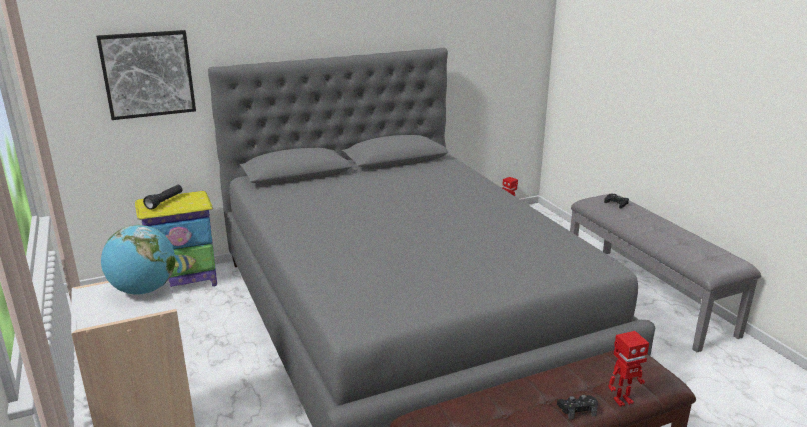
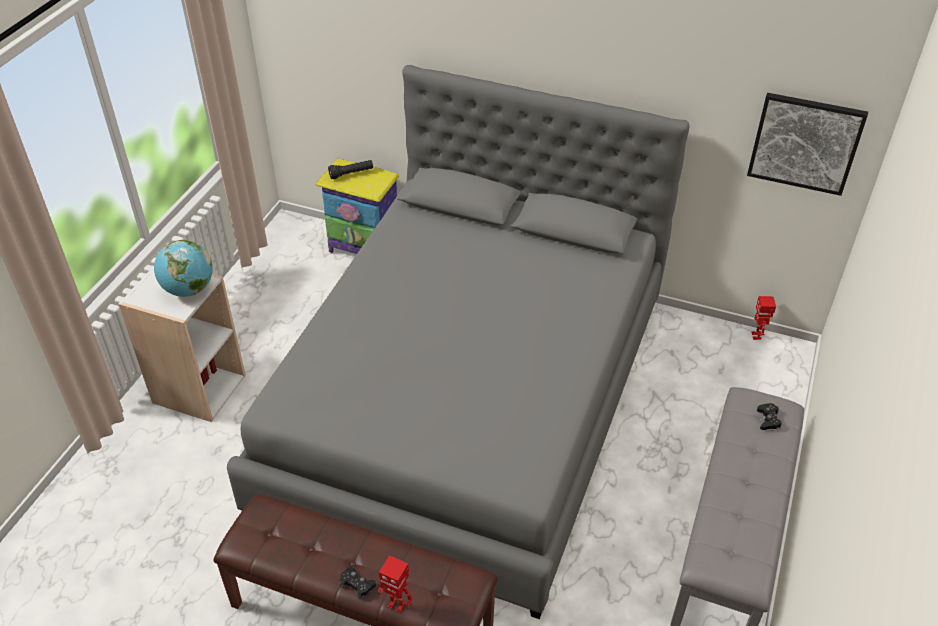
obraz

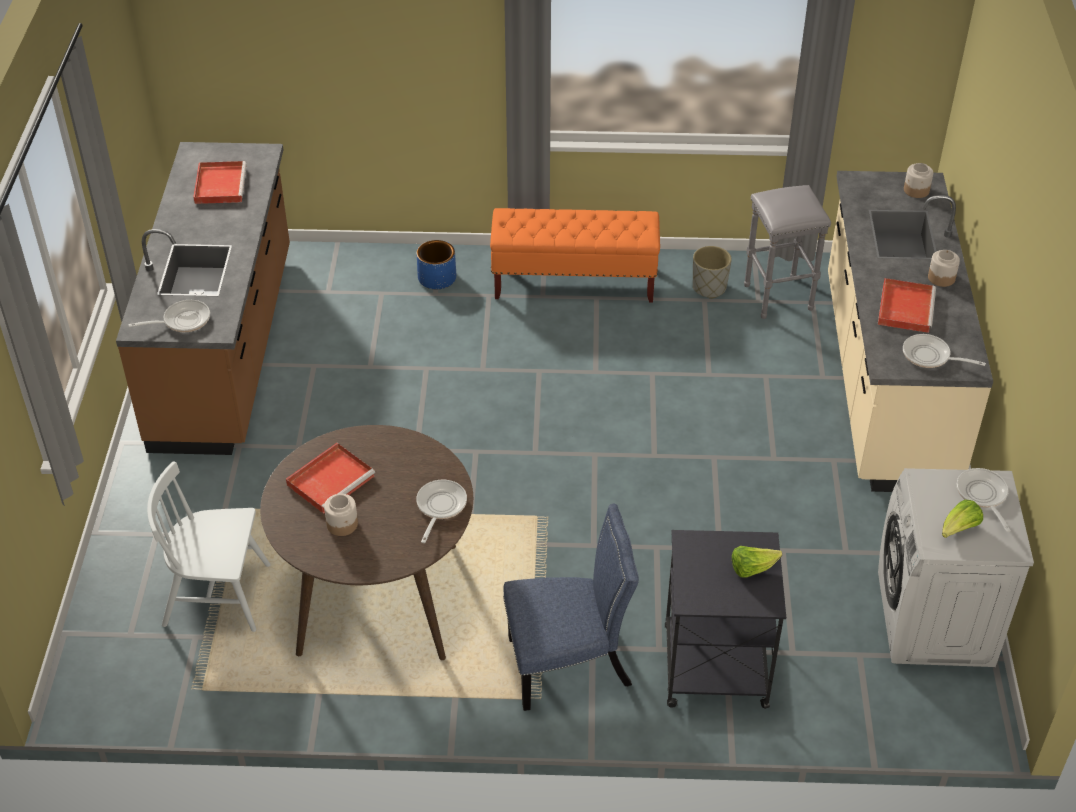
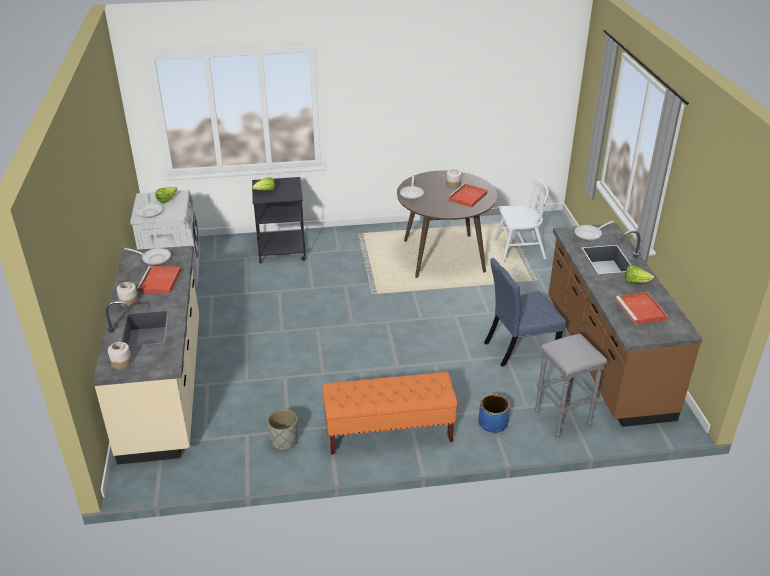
stołek [szary]; krzesło [niebieski]; sałata (no. 3 from left)

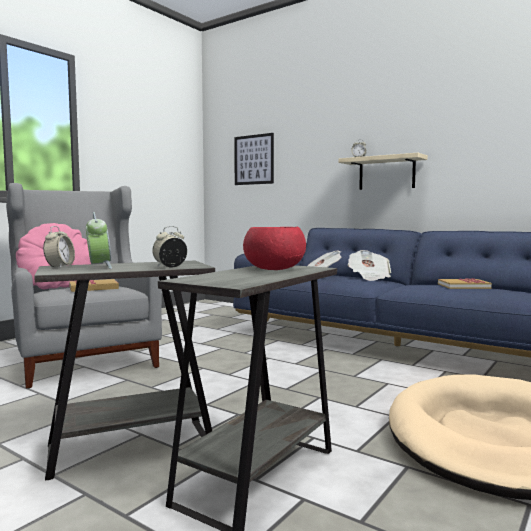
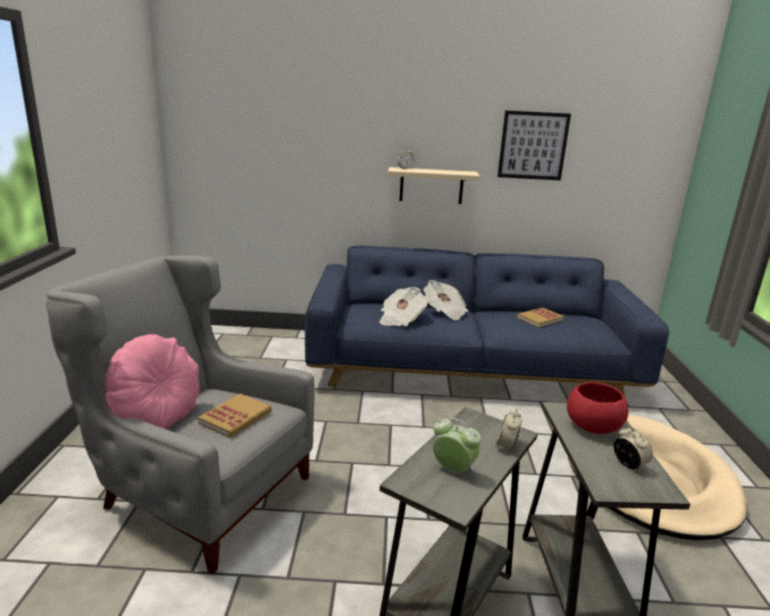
obraz; budzik (no. 4 from left)

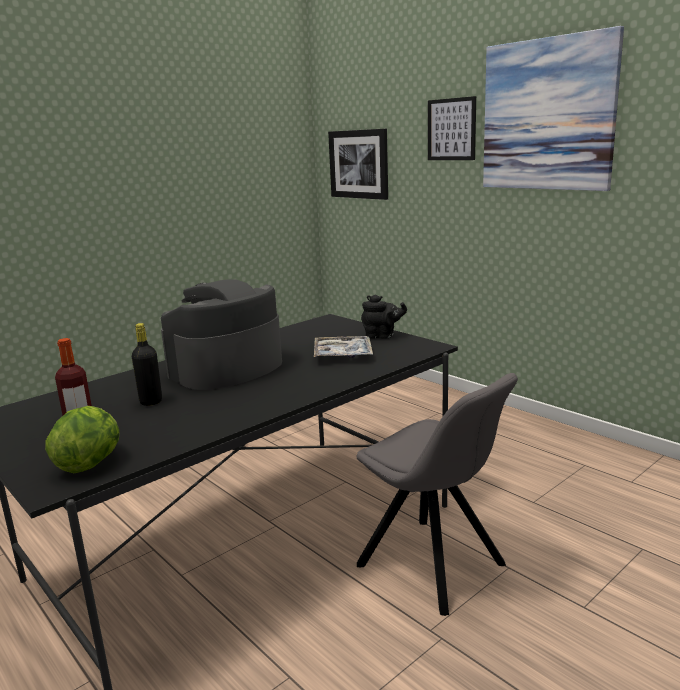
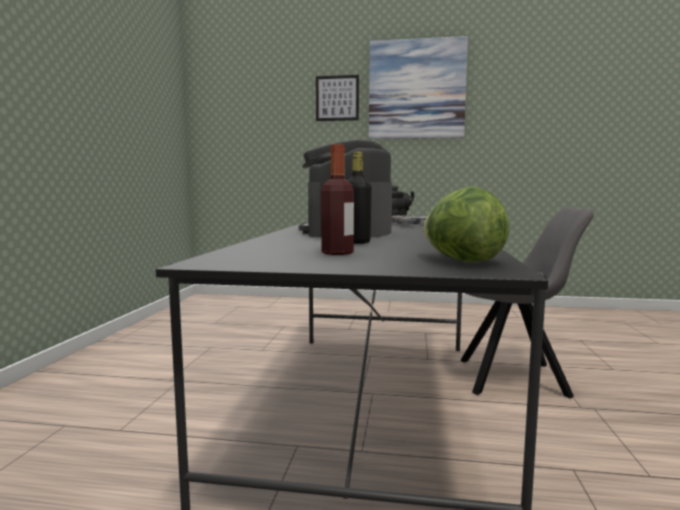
obraz (no. 1 from left in the first image)

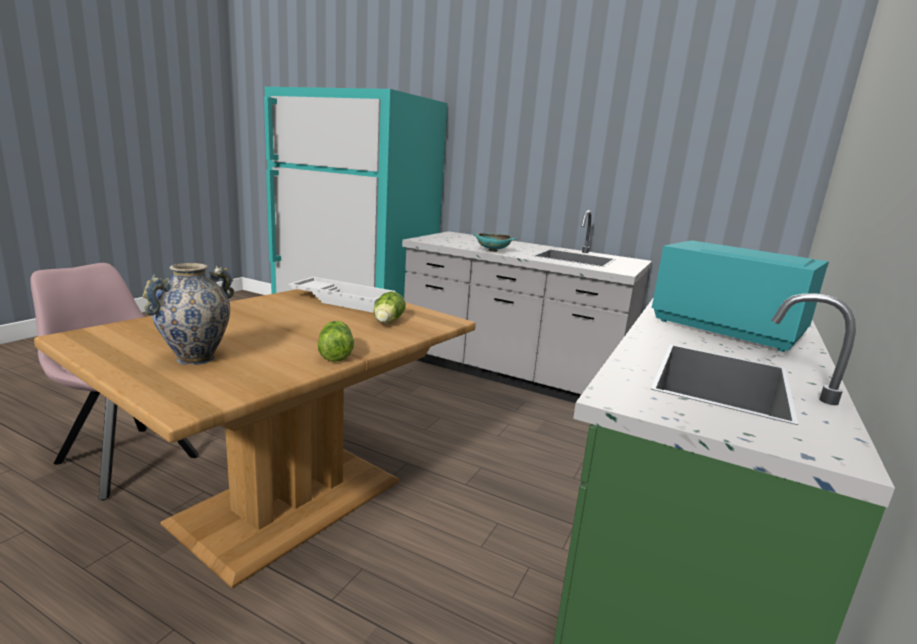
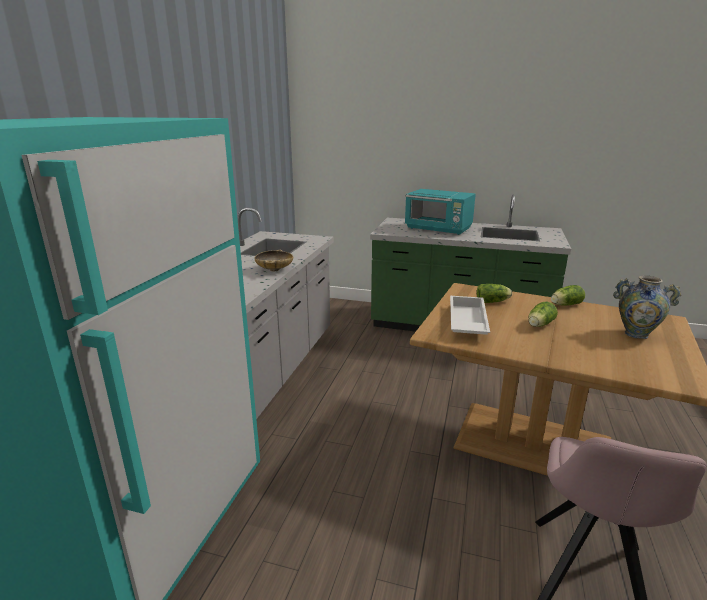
miska [beżowy]; mikrofalówka [turkusowy]; sałata (no. 2 from left)

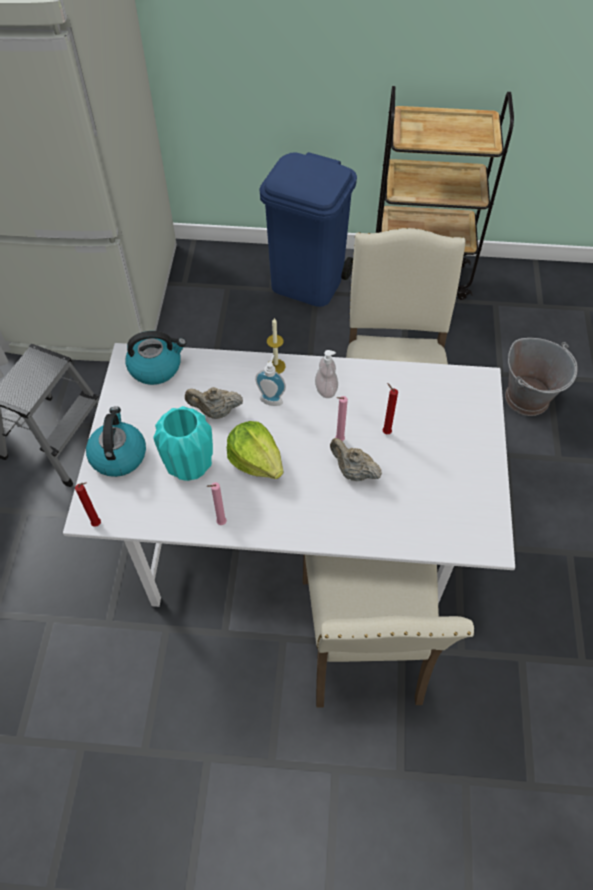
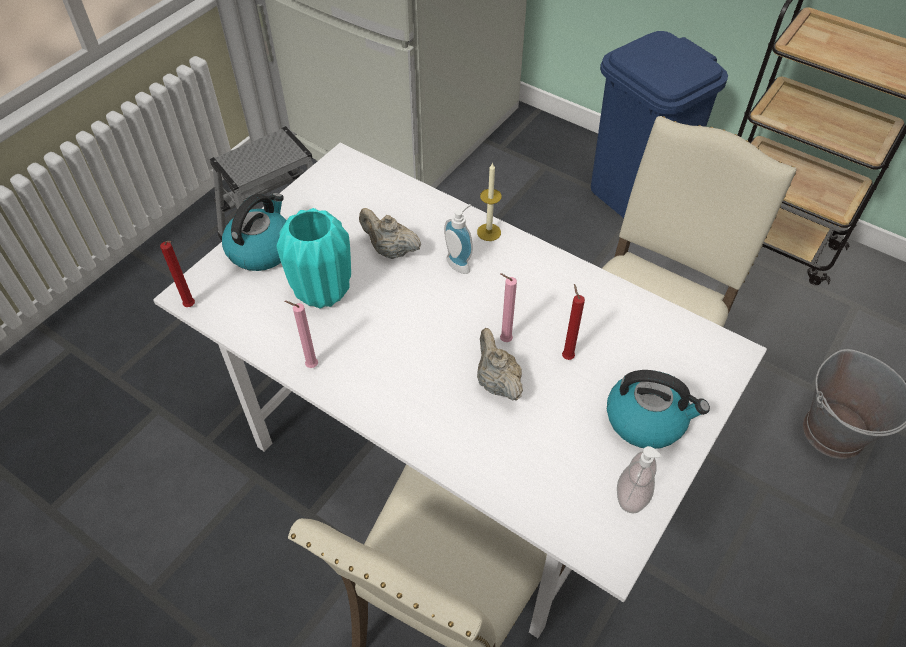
czajnik (no. 2 from left); dozownik mydła (no. 2 from left); sałata

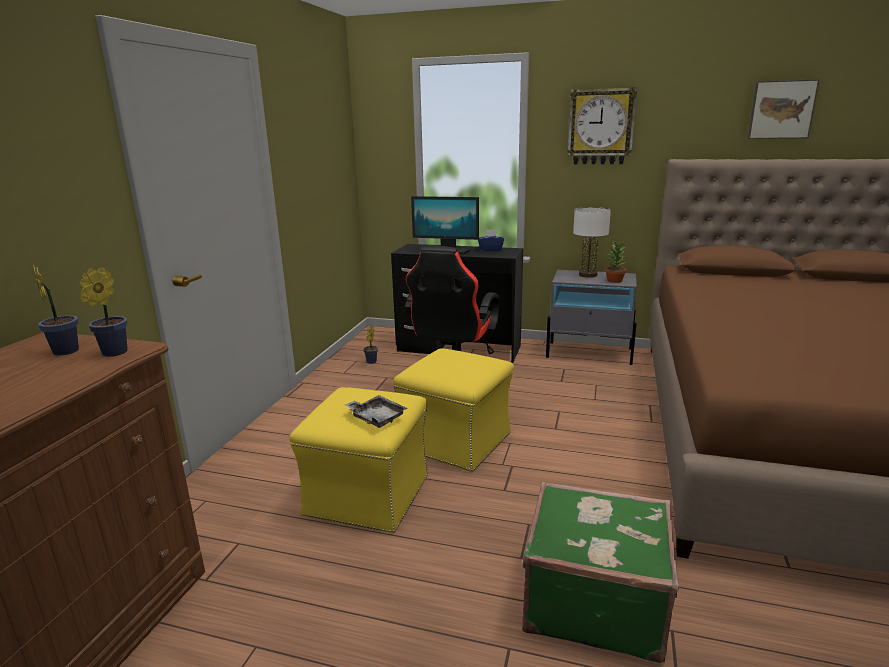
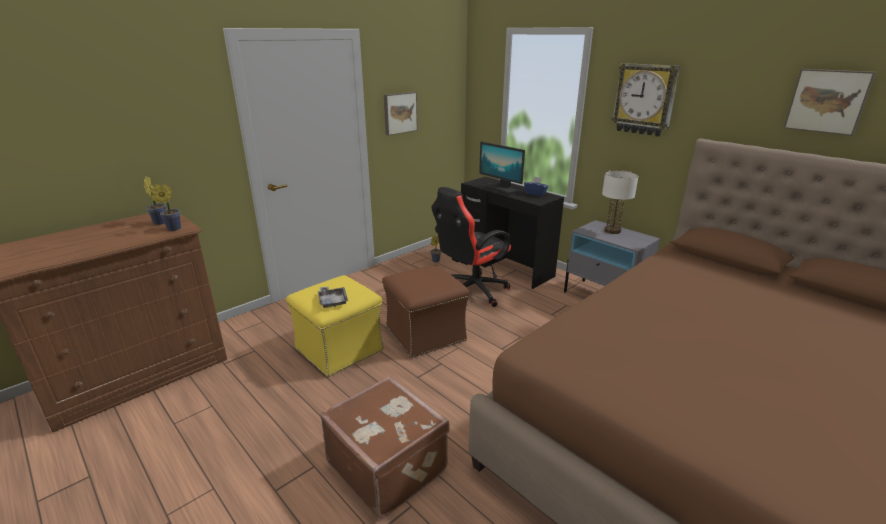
roślina doniczkowa (no. 4 from left in the first image); pufa [brązowy]; walizka [brązowy]; obraz (no. 1 from left)

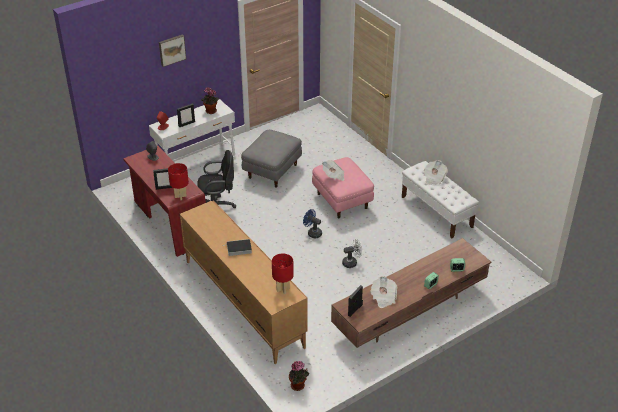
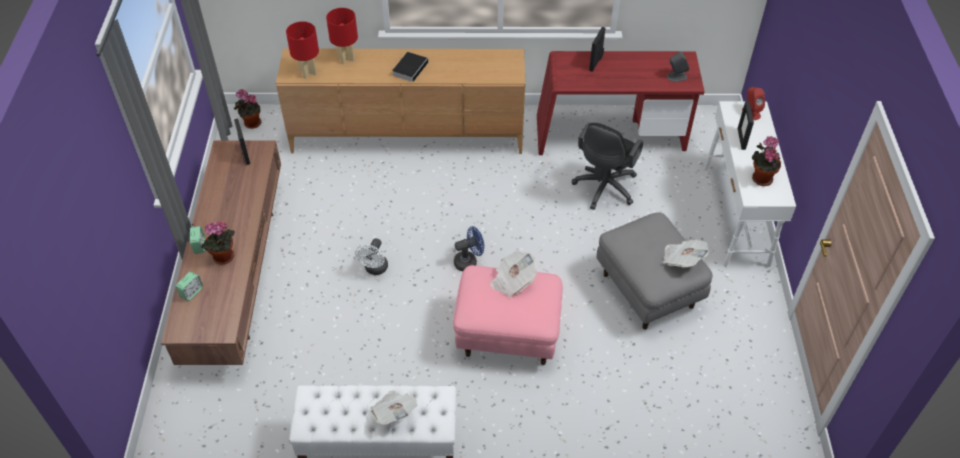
obraz; lampa stołowa [czerwony] (no. 2 from left); gazeta (no. 3 from left); roślina doniczkowa (no. 1 from left)

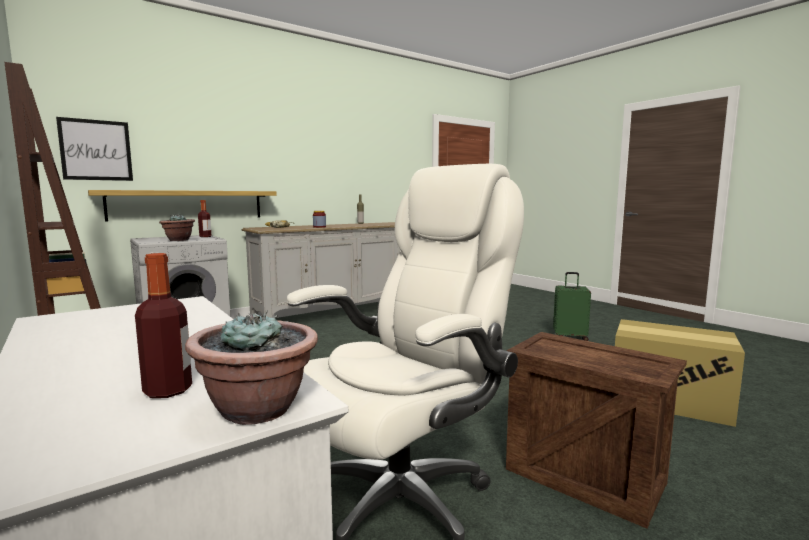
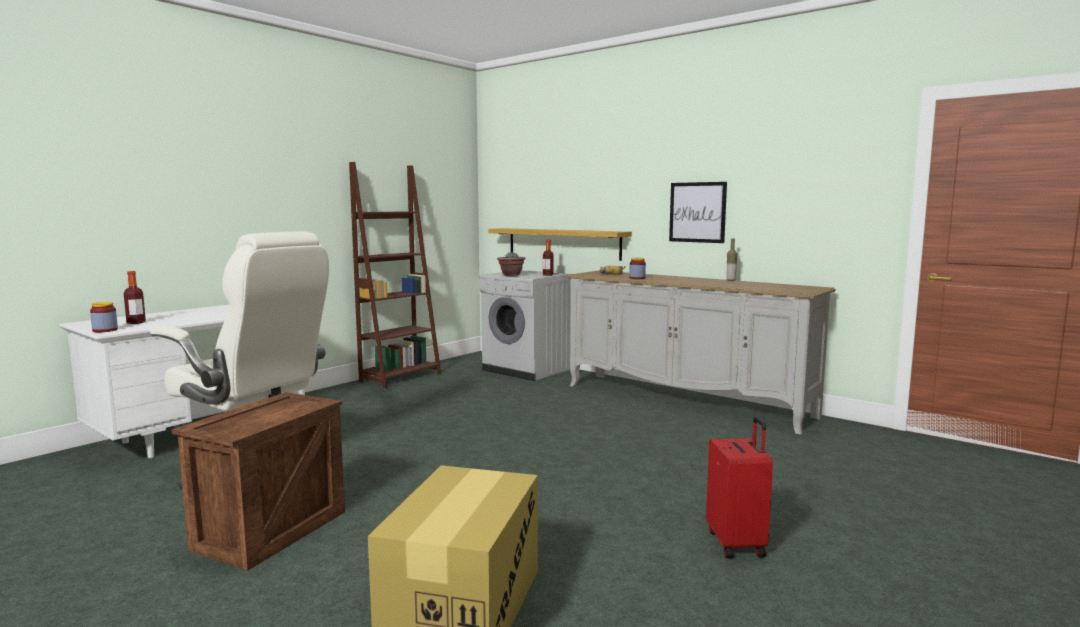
obraz; walizka [czerwony]; słoik (no. 1 from left)

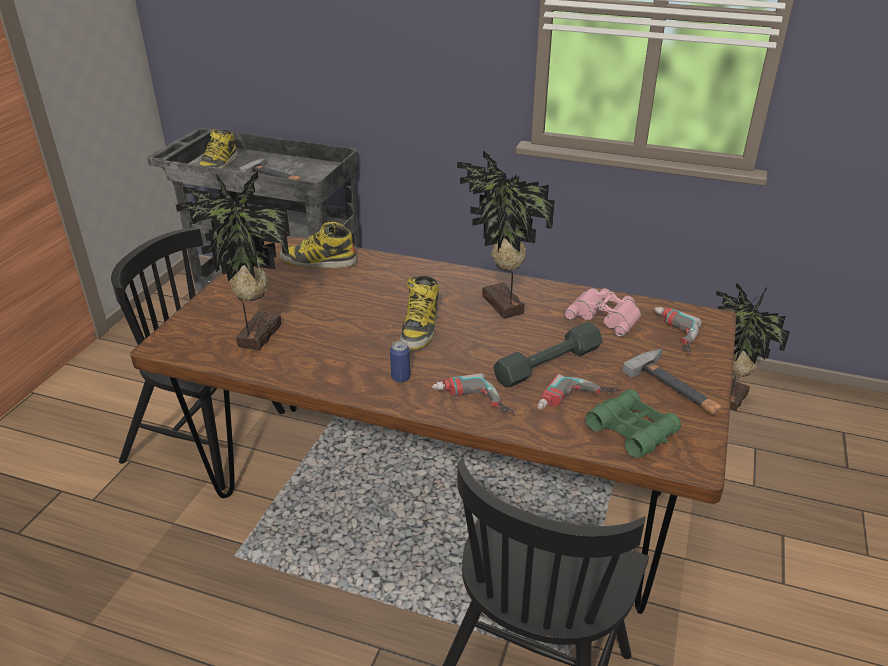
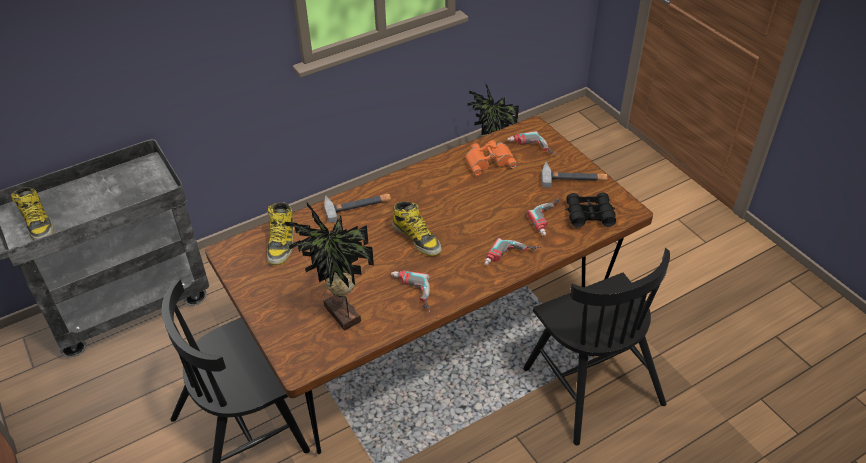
roślina doniczkowa (no. 2 from left in the first image); młotek (no. 1 from left); but z cholewką (no. 2 from left); lornetka [pomarańczowy]; hantel [szary]; puszka; lornetka [czarny]; wiertarka (no. 1 from left)

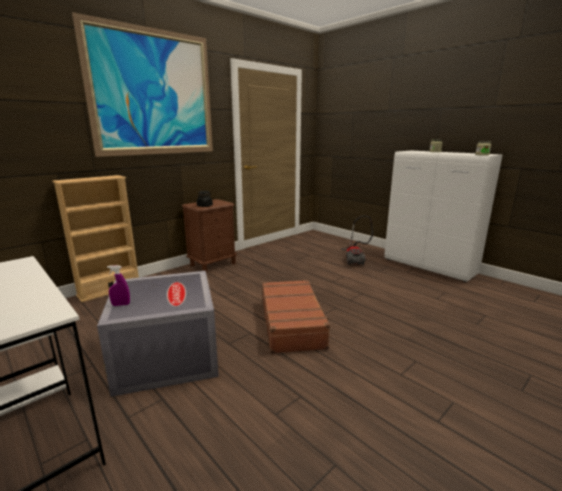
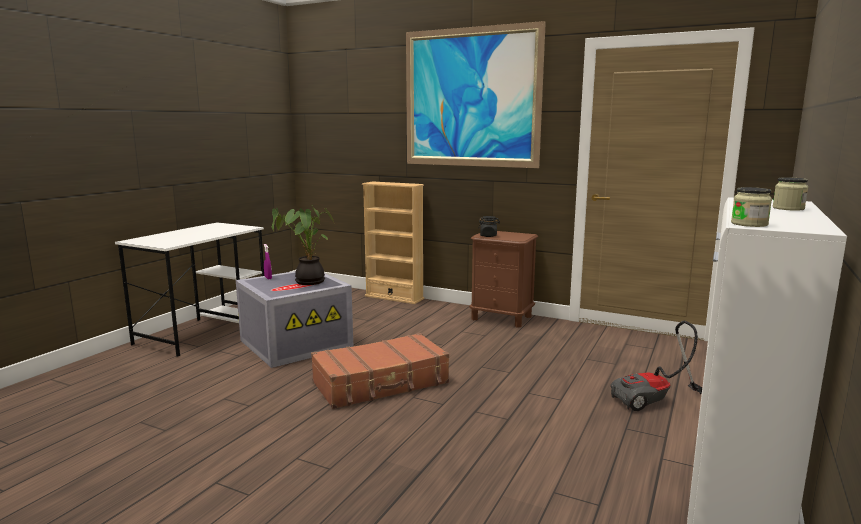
roślina doniczkowa

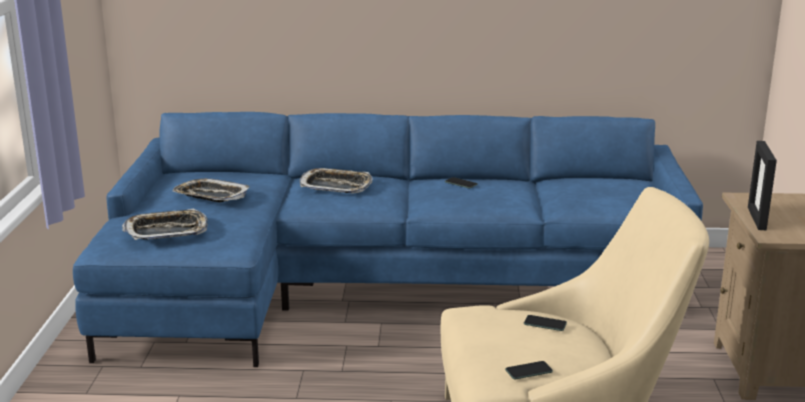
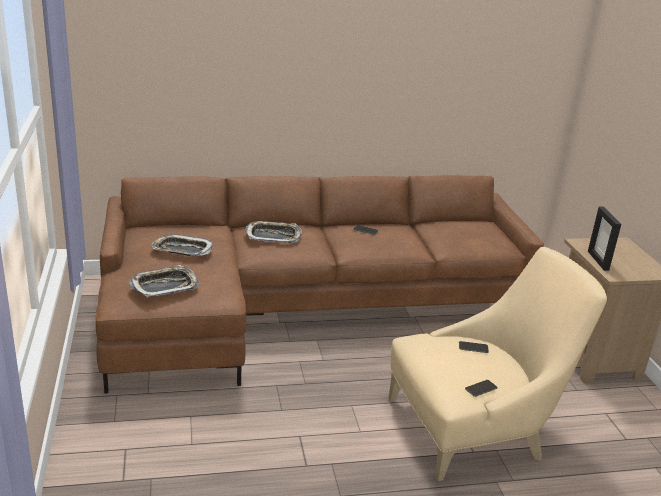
kanapa [brązowy]

